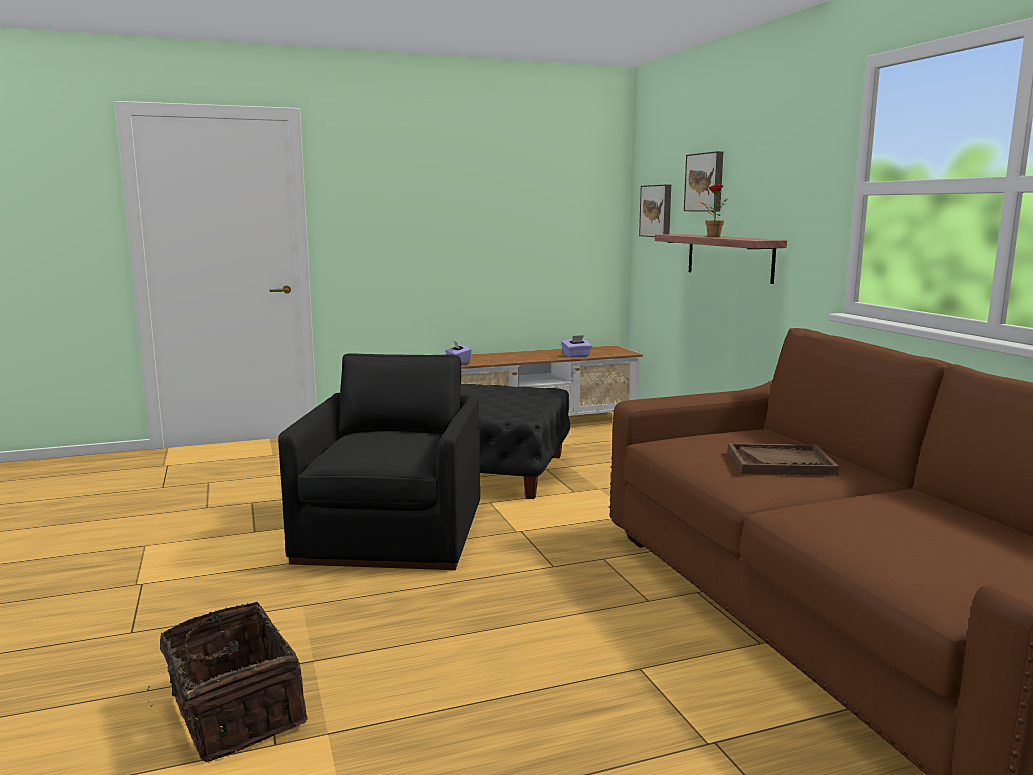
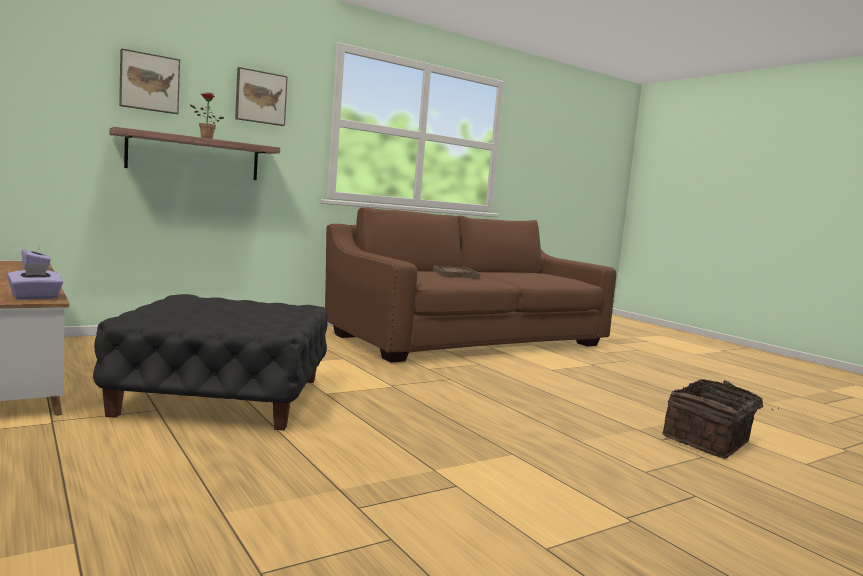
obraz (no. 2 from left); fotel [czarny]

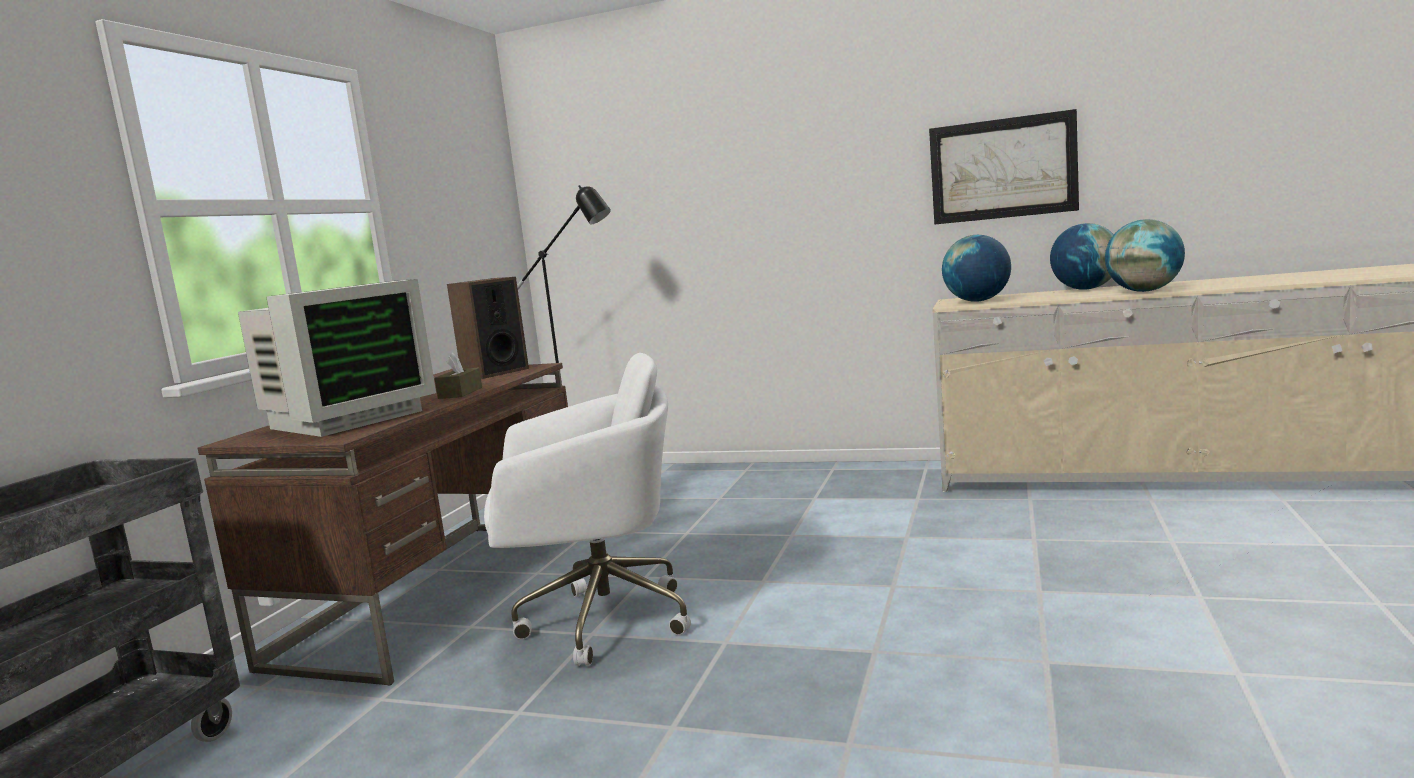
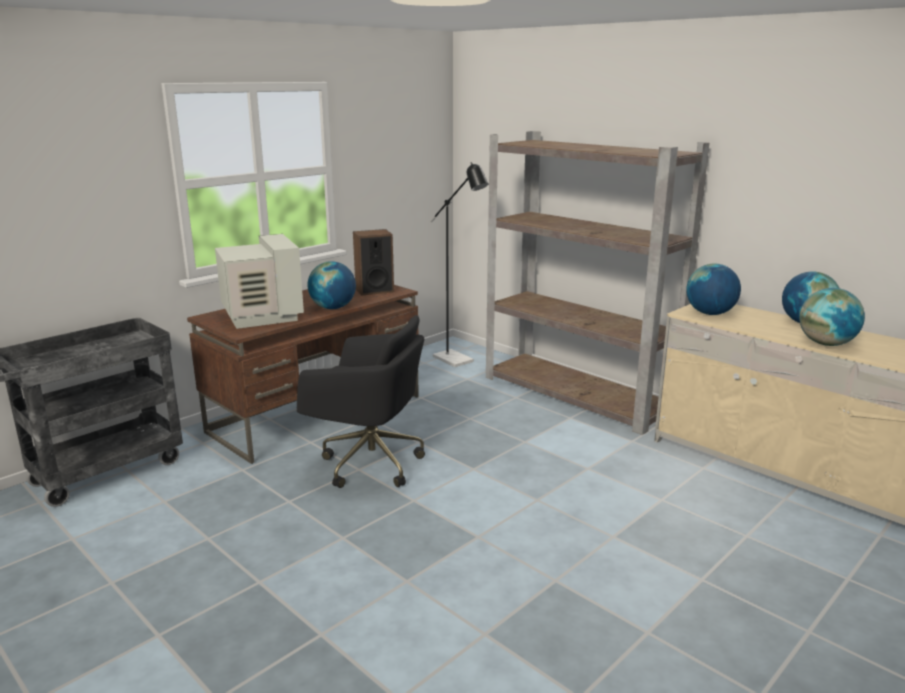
obraz; monitor; globus (no. 1 from left); krzesło biurowe [czarny]; regał [brązowy]

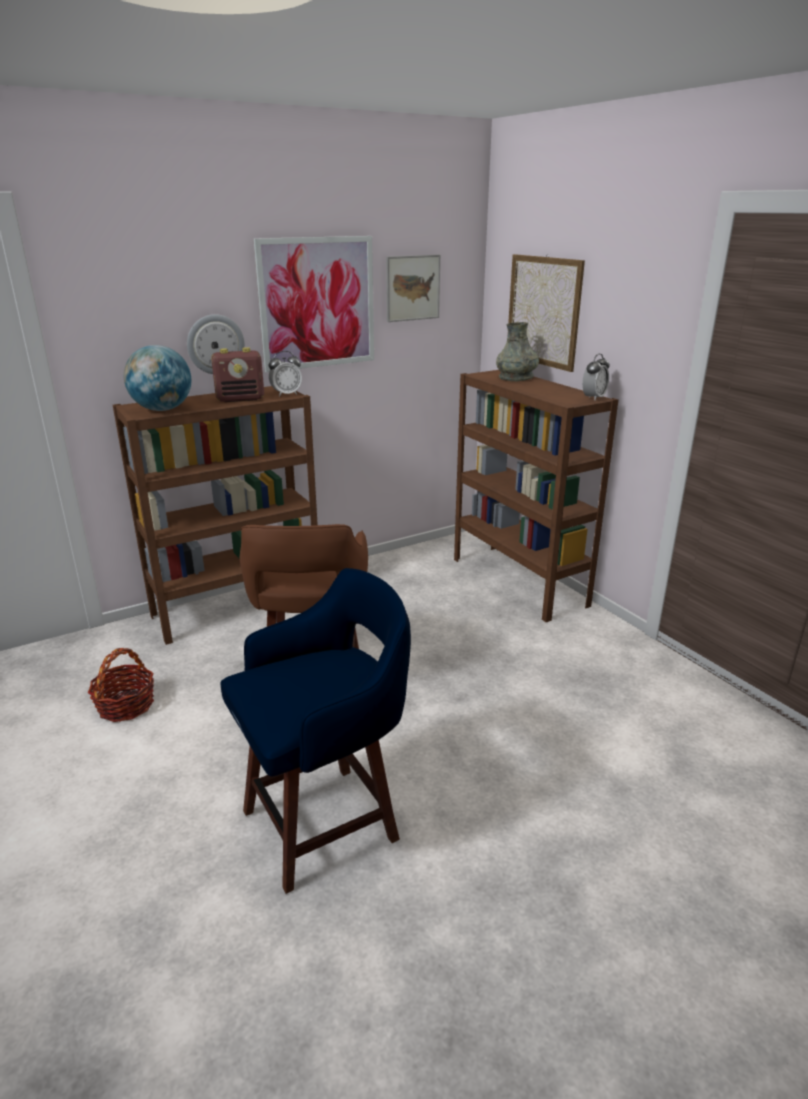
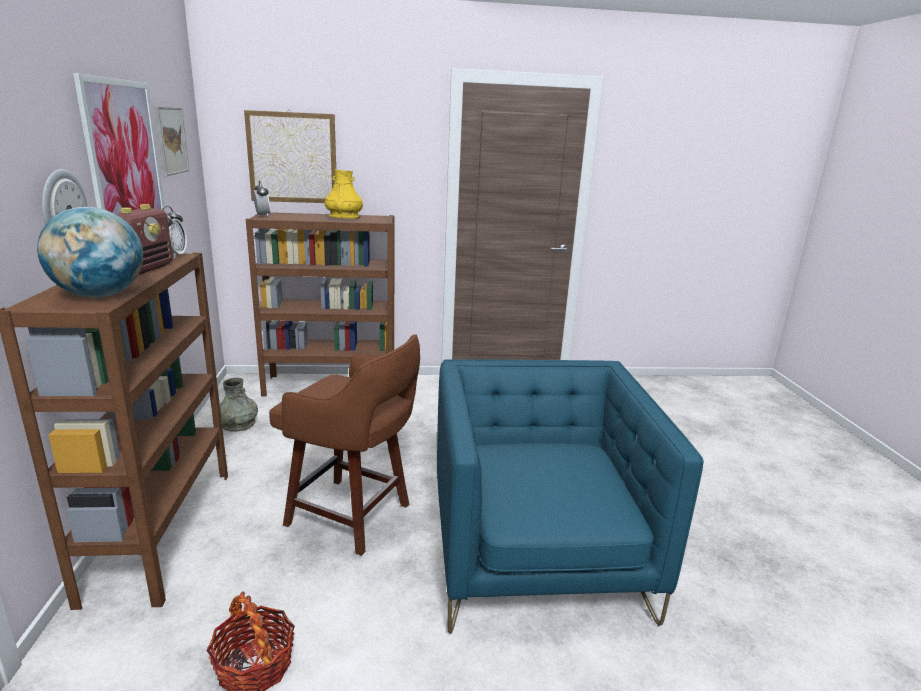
wazon [szary]; budzik (no. 2 from left); fotel [niebieski]; wazon [żółty]

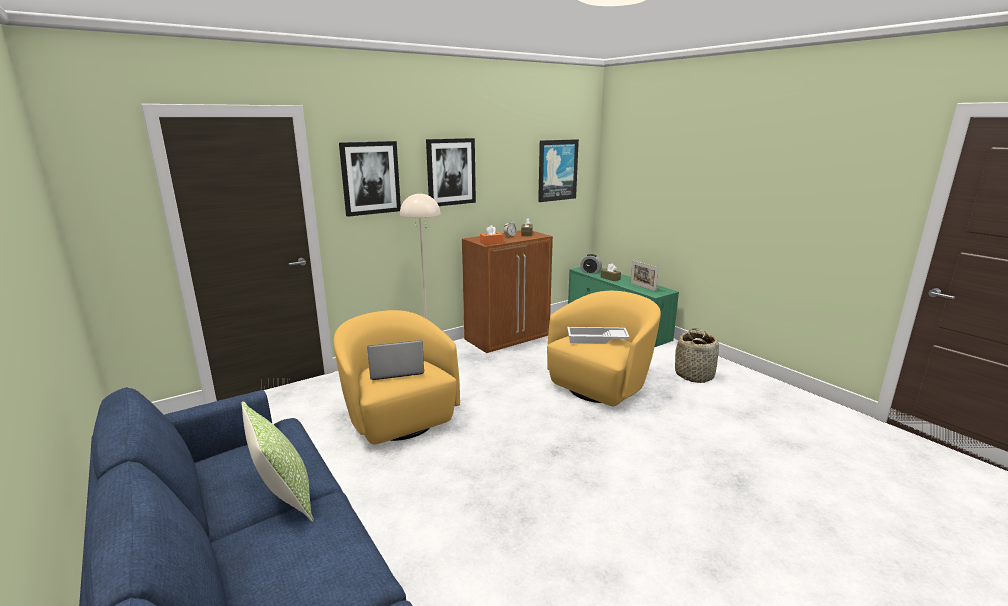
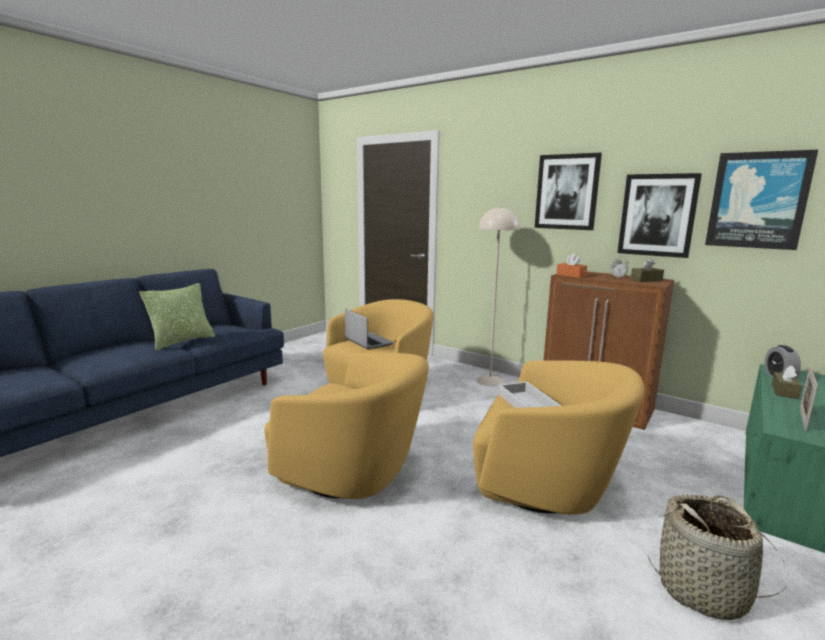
obraz (no. 2 from left); fotel [żółty] (no. 1 from left)

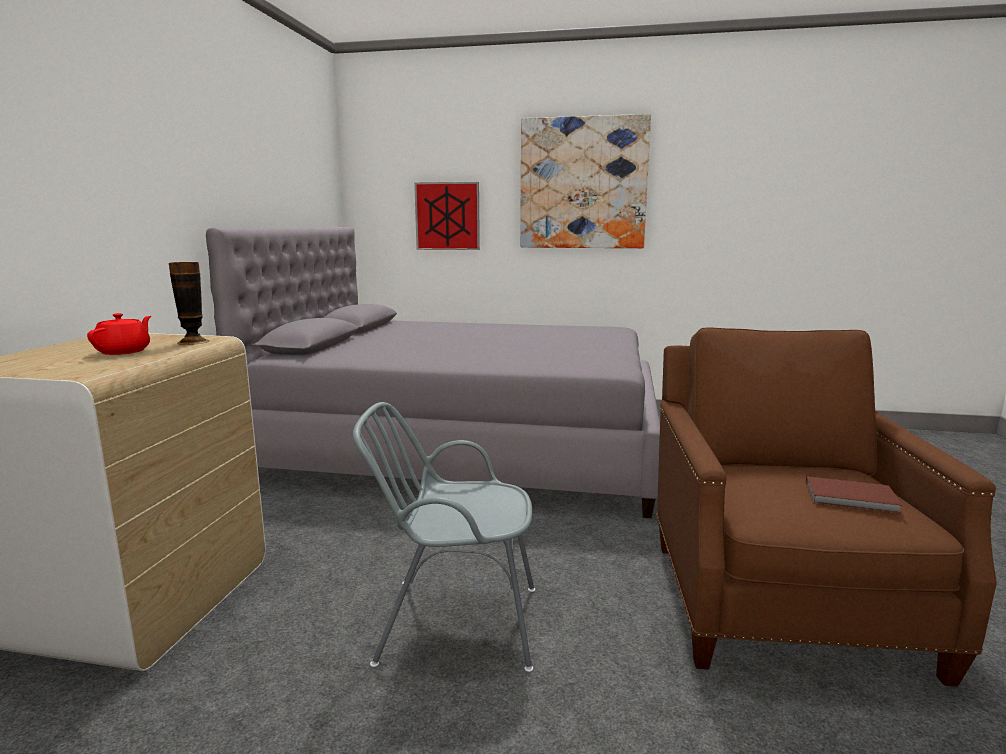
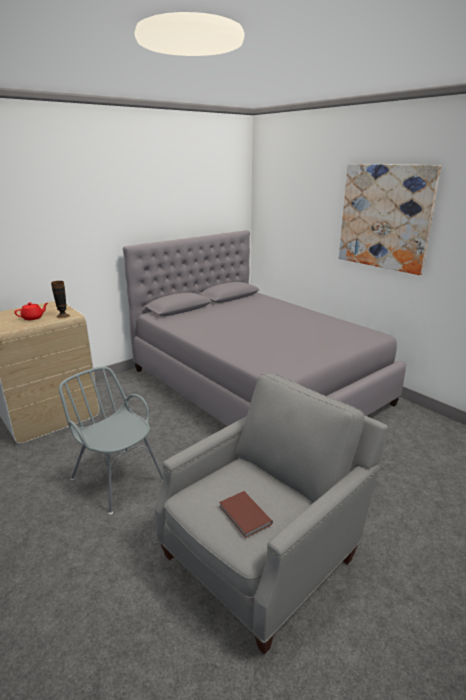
obraz (no. 1 from left in the first image); fotel [szary]

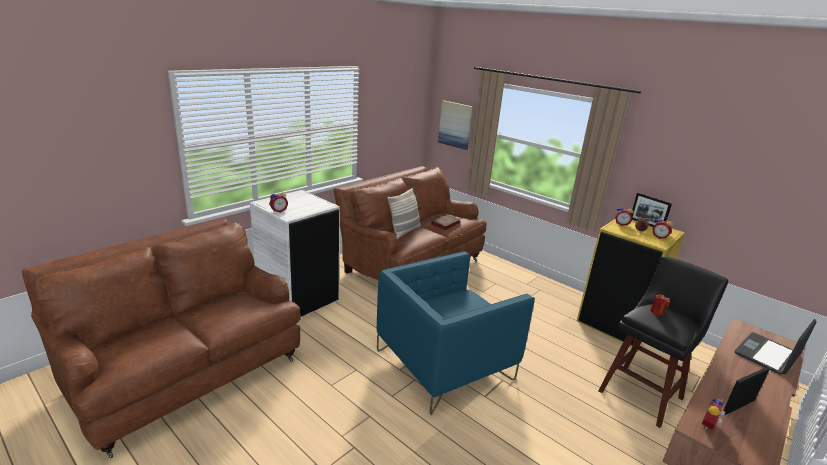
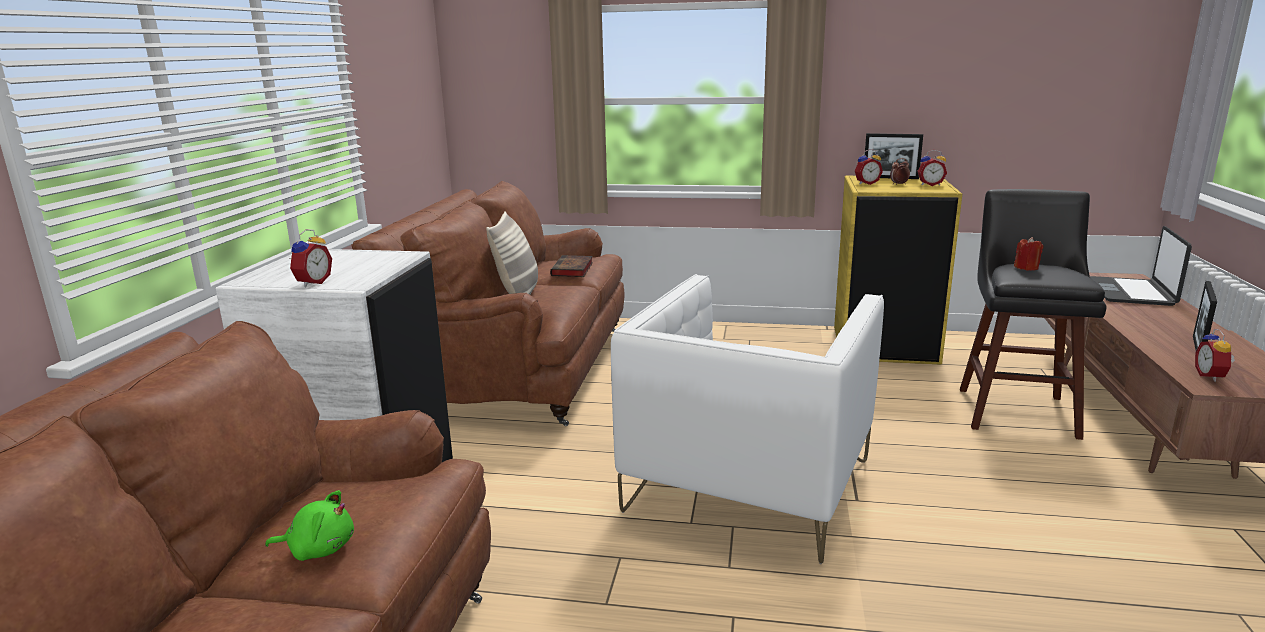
obraz; fotel [biały]; pluszak [zielony]

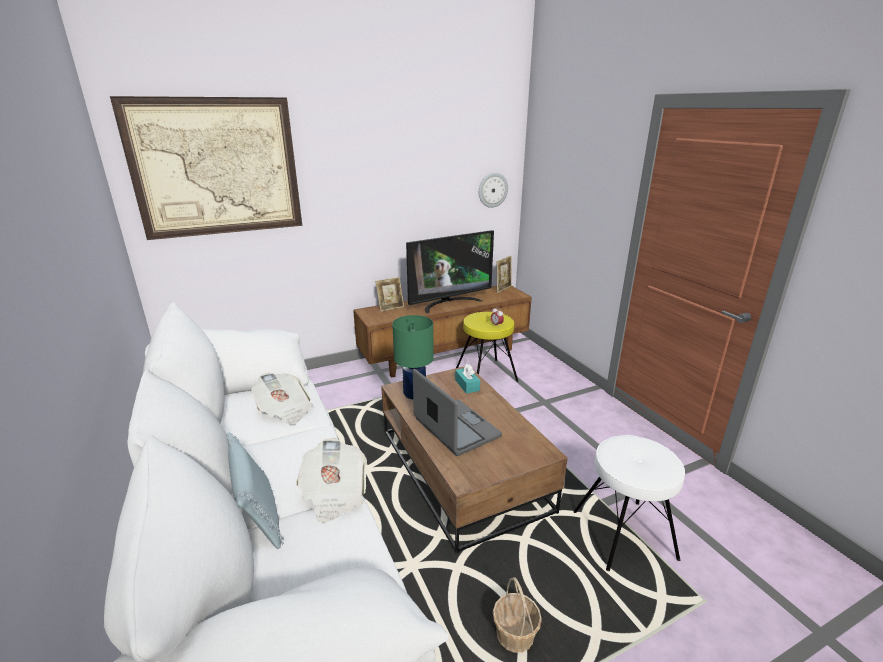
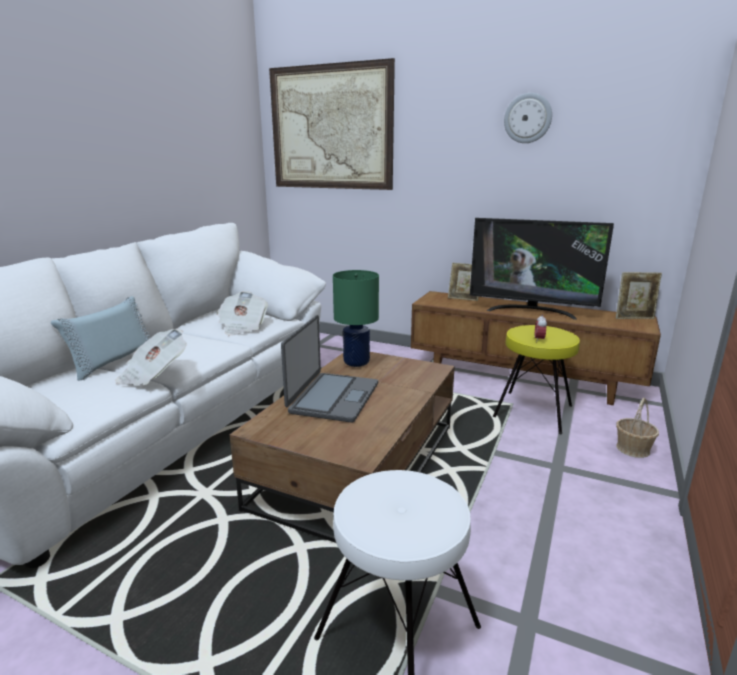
zegar ścienny; pudełko chusteczek [turkusowy]; koszyk

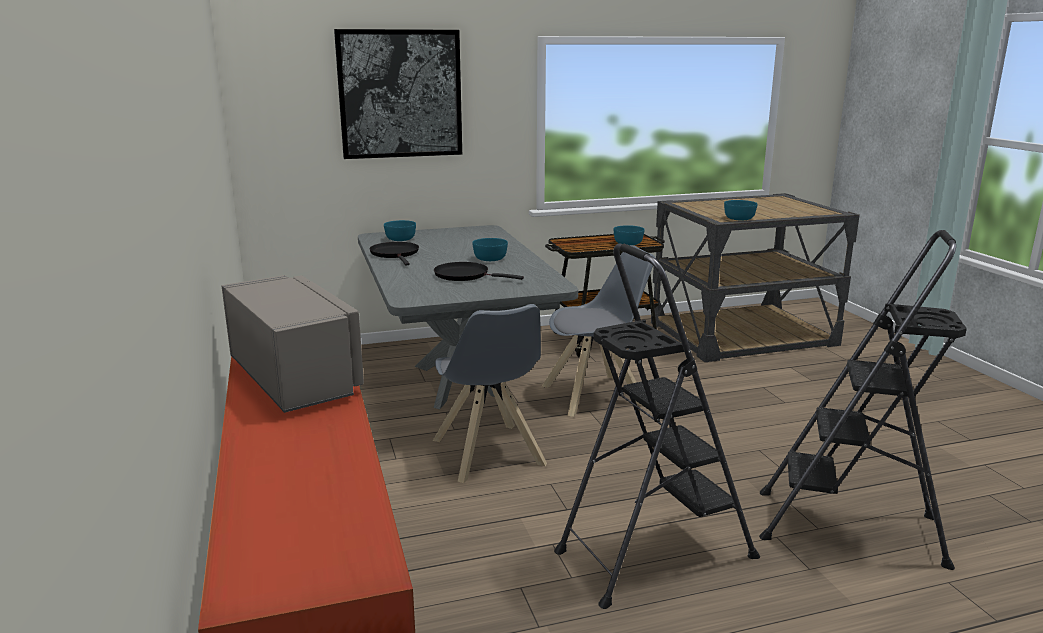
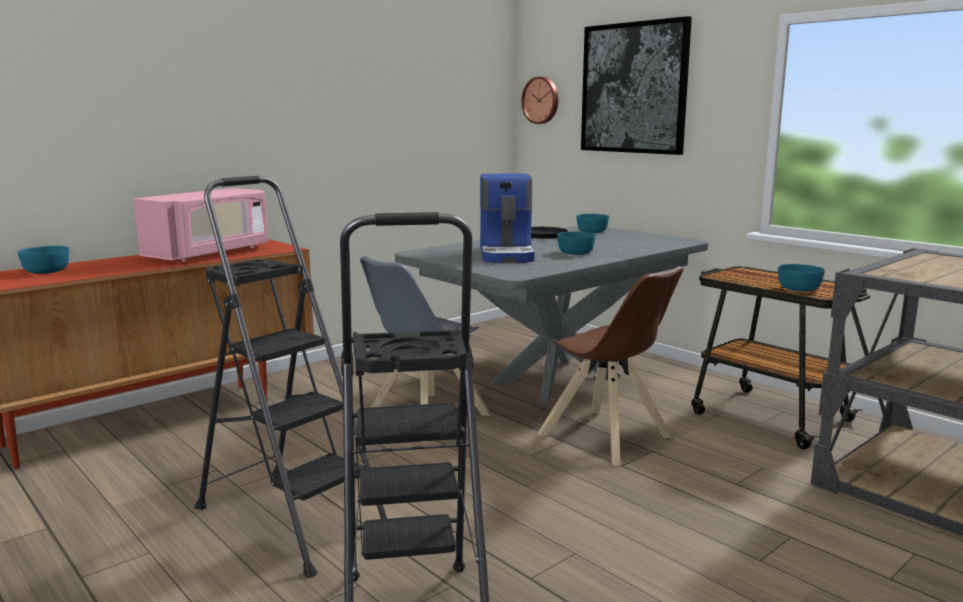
miska [turkusowy] (no. 1 from left); krzesło [brązowy]; ekspres do kawy; mikrofalówka [różowy]; zegar ścienny

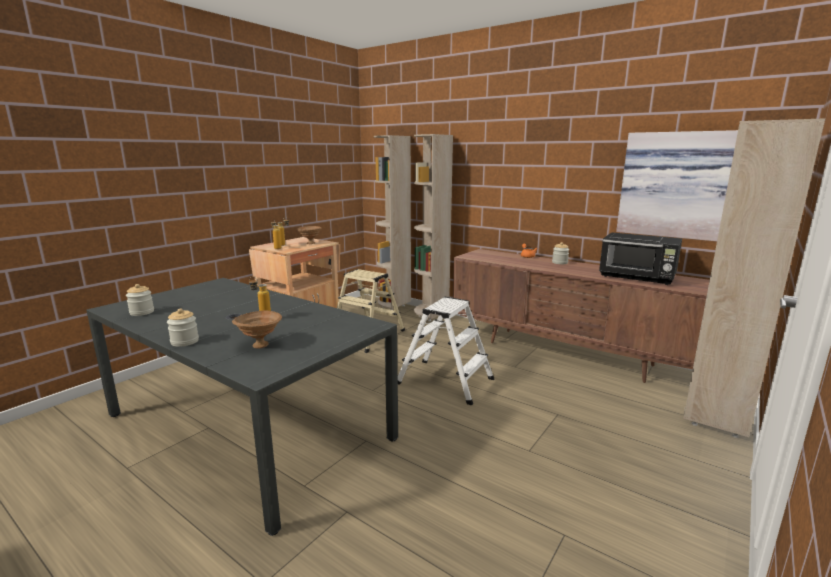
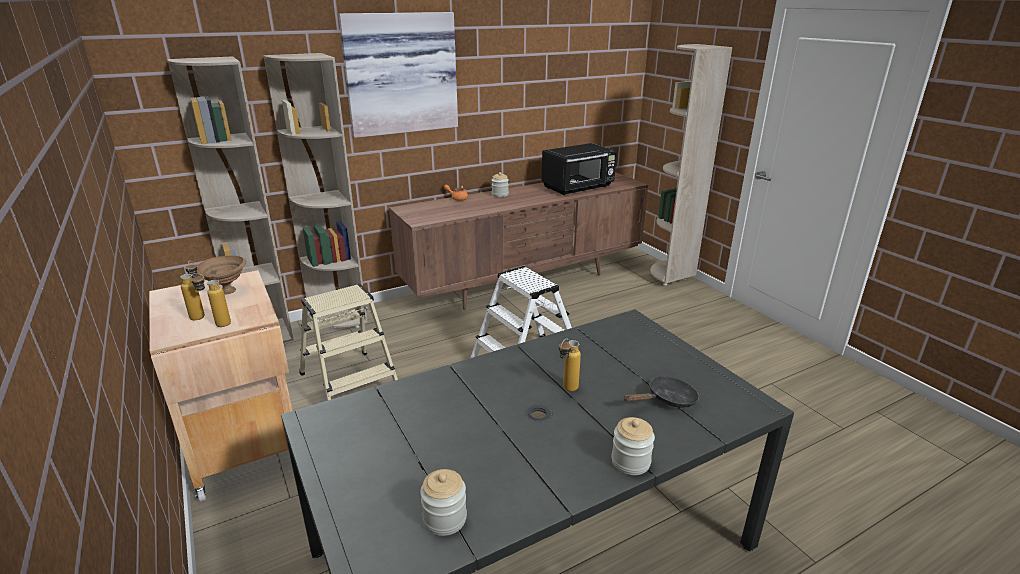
obraz; patelnia [czarny]

